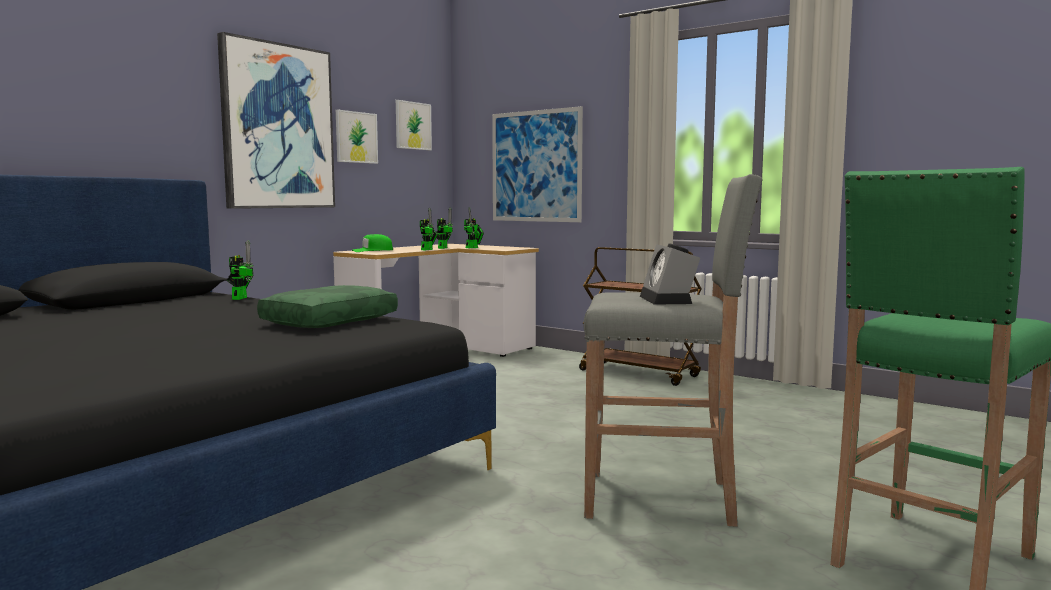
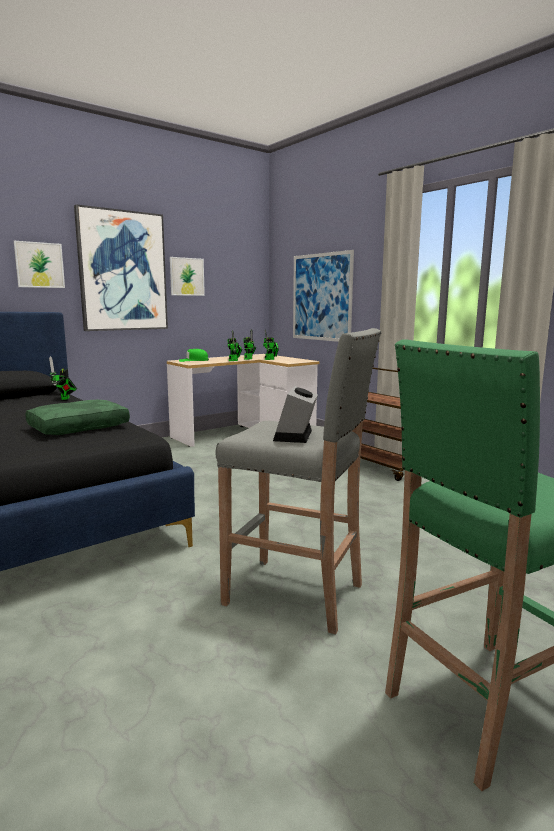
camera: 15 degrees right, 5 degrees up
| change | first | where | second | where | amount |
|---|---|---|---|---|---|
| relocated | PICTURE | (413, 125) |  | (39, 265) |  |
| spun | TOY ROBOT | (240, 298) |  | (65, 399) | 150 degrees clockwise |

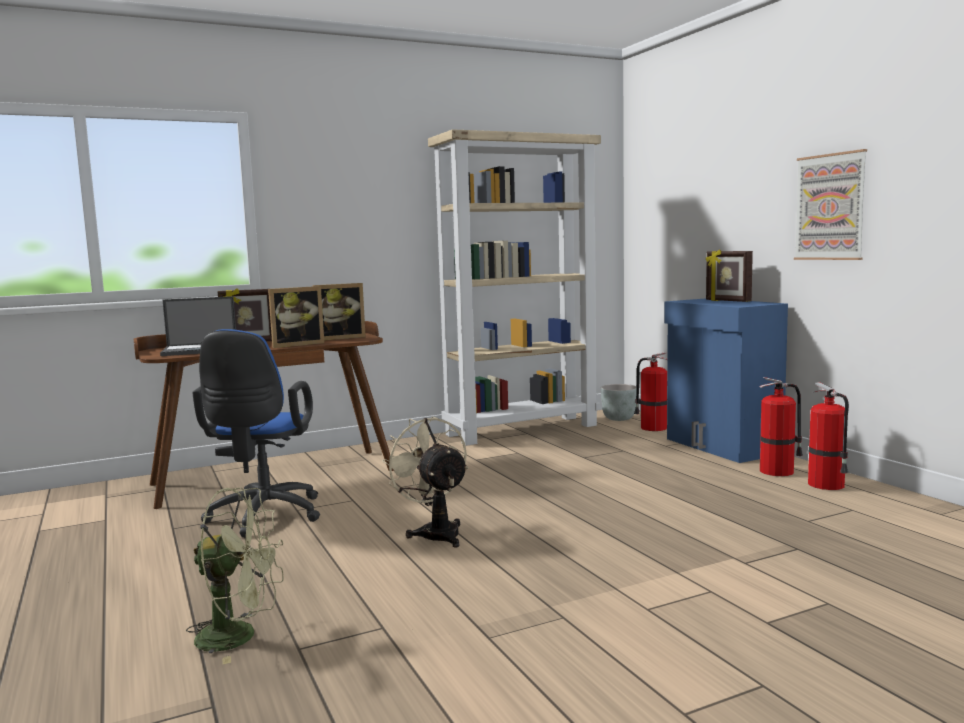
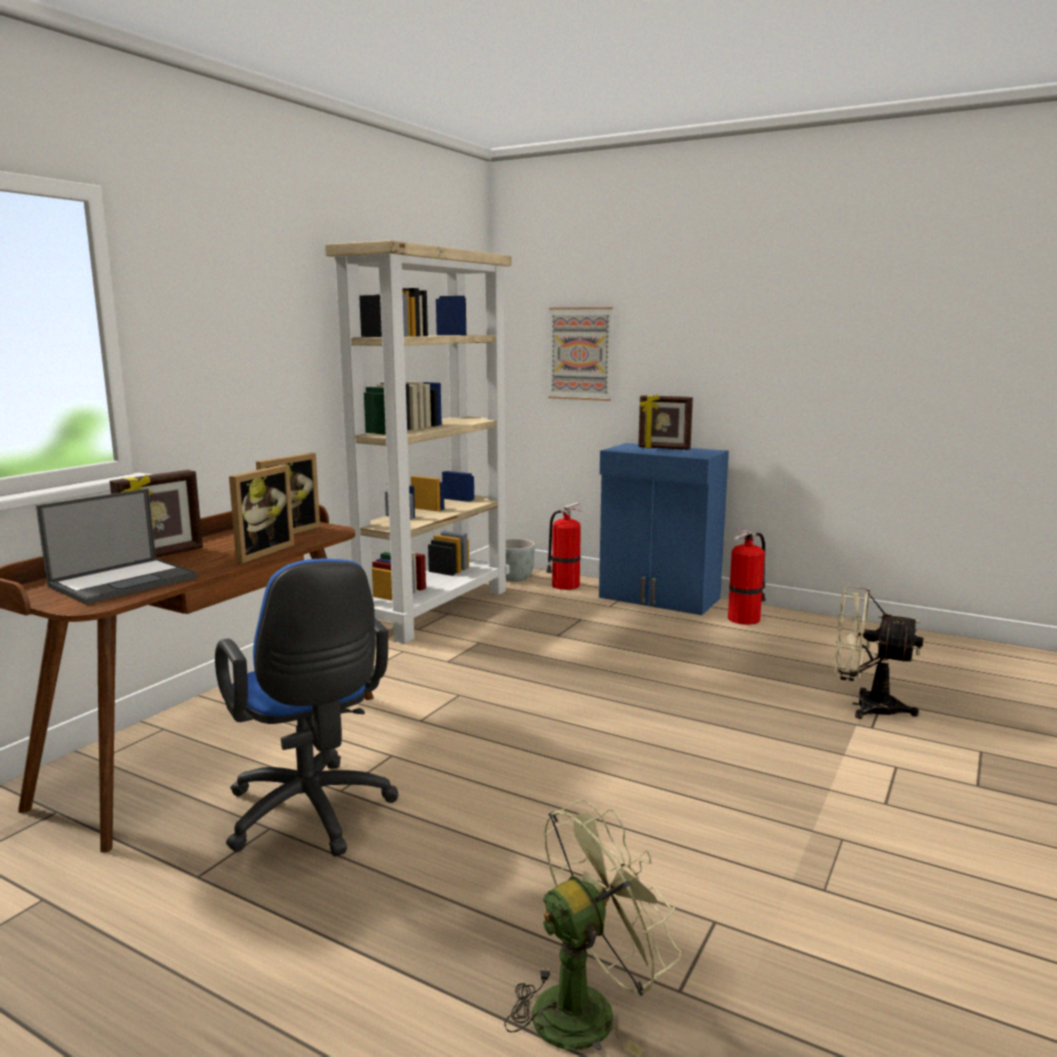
camera: 35 degrees left, 5 degrees up
| change | first | where | second | where | amount |
|---|---|---|---|---|---|
| relocated | PICTURE | (830, 207) |  | (580, 353) |  |
| missing | FIRE EXTINGUISHER | (828, 485) |  |  |  |
| relocated | BEIGE FAN | (435, 532) |  | (865, 706) |  |

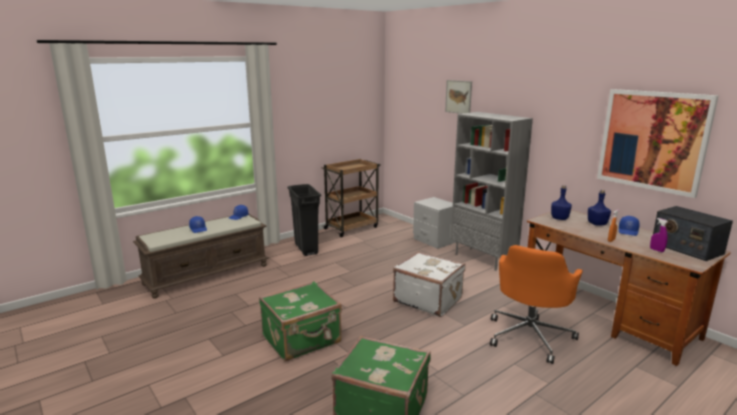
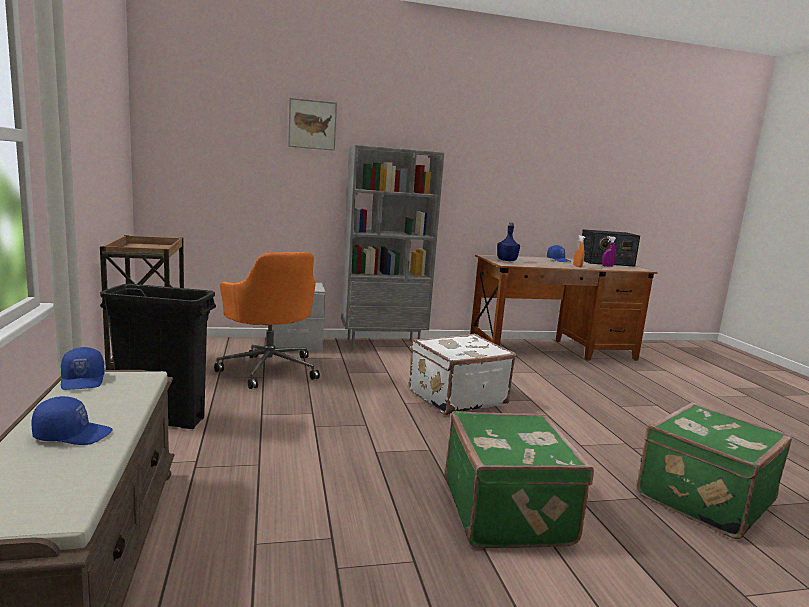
camera: 65 degrees left, 5 degrees down
| change | first | where | second | where | amount |
|---|---|---|---|---|---|
| missing | PICTURE | (652, 140) |  |  |  |
| missing | BLUE BOTTLE | (597, 224) |  |  |  |
| relocated | ORANGE OFFICE CHAIR | (530, 336) |  | (269, 369) |  |

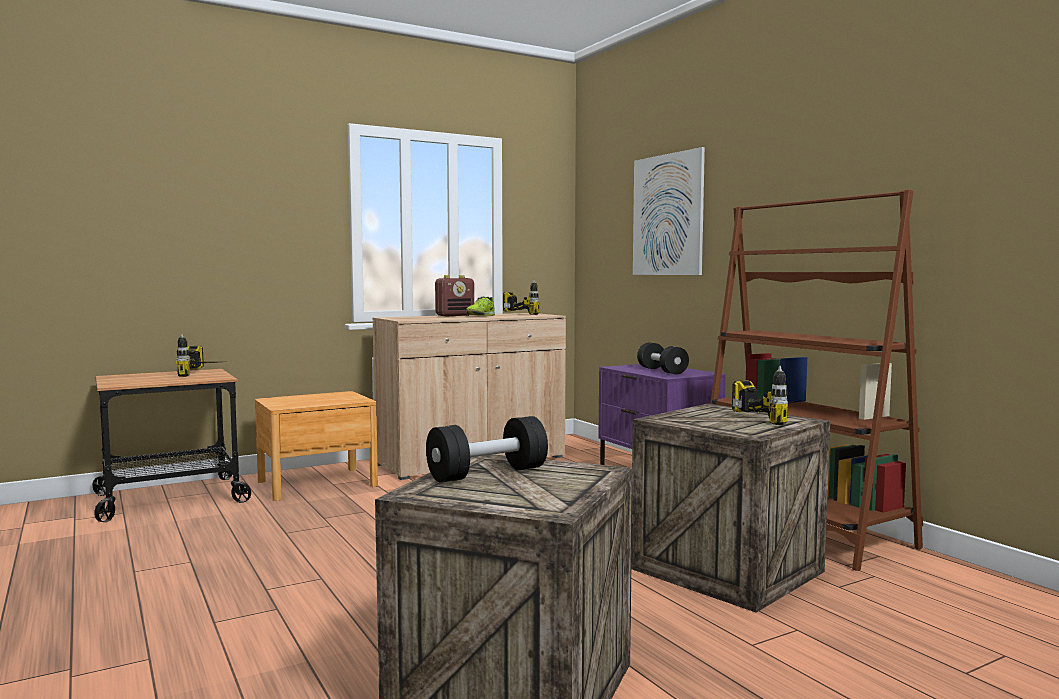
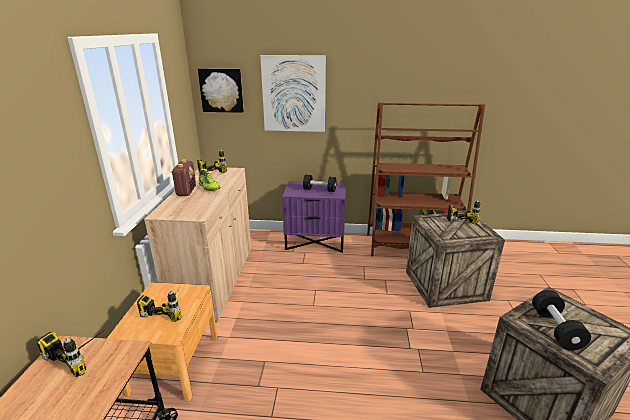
camera: 55 degrees left, 20 degrees up
| change | first | where | second | where | amount |
|---|---|---|---|---|---|
| appeared |  |  | PICTURE | (221, 90) |  |
| appeared |  |  | POWER DRILL | (169, 308) |  |

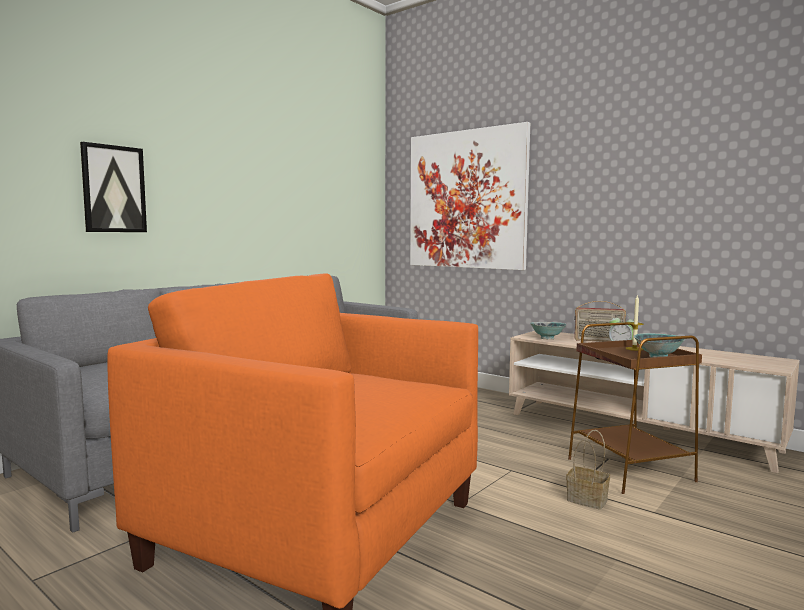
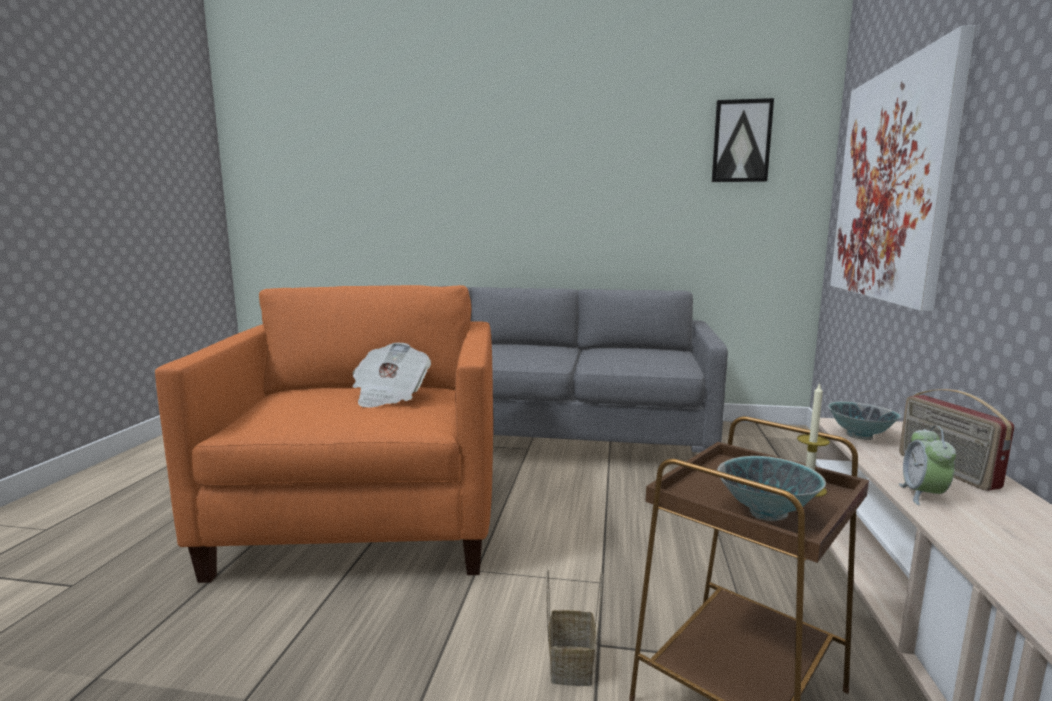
camera: 60 degrees right, 5 degrees up
| change | first | where | second | where | amount |
|---|---|---|---|---|---|
| relocated | PICTURE | (113, 189) |  | (741, 141) |  |
| appeared |  |  | NEWSPAPER | (389, 396) |  |

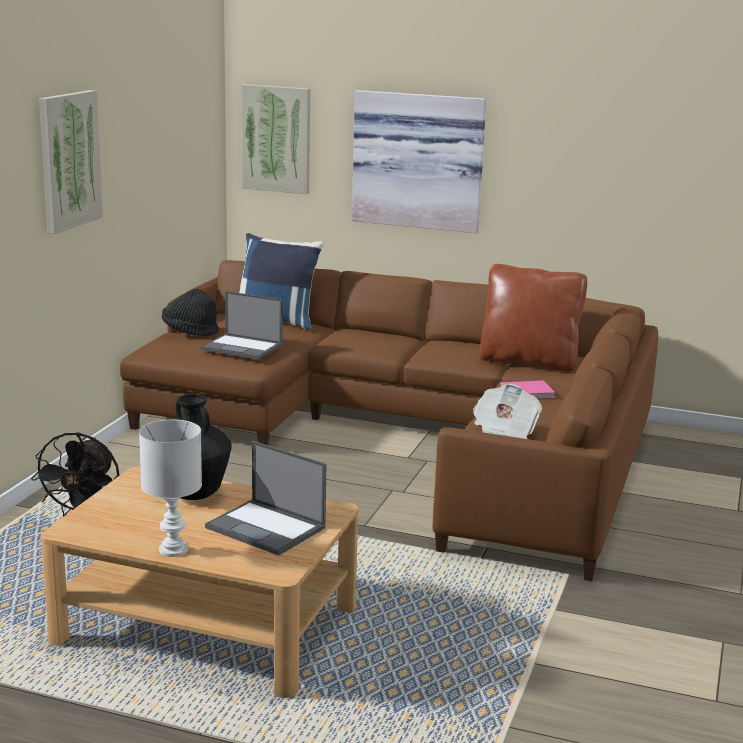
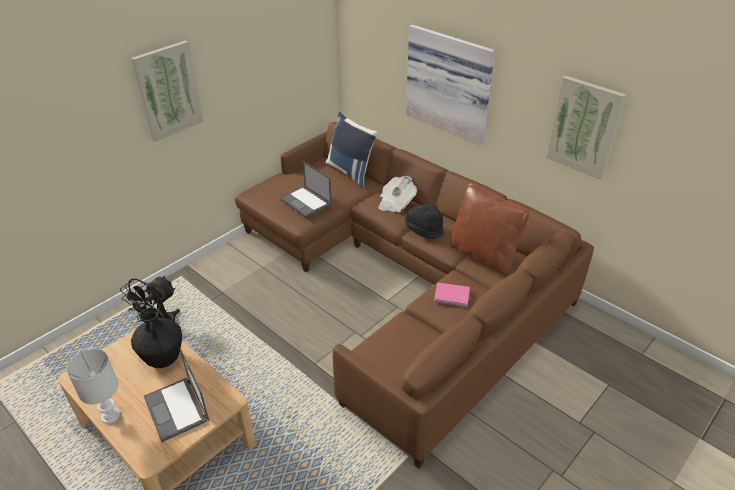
camera: 25 degrees right, 20 degrees up
| change | first | where | second | where | amount |
|---|---|---|---|---|---|
| relocated | PICTURE | (276, 139) |  | (584, 127) |  |
| relocated | BLACK HAT | (190, 331) |  | (423, 229) |  |
| relocated | NEWSPAPER | (503, 433) |  | (395, 203) |  |

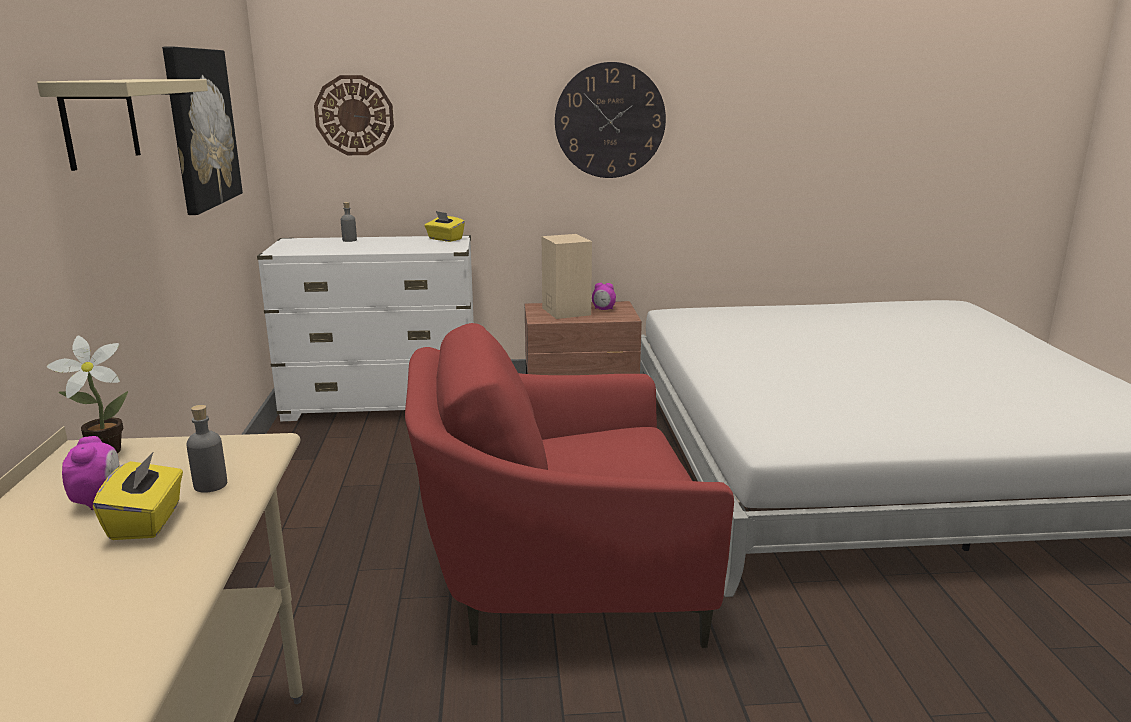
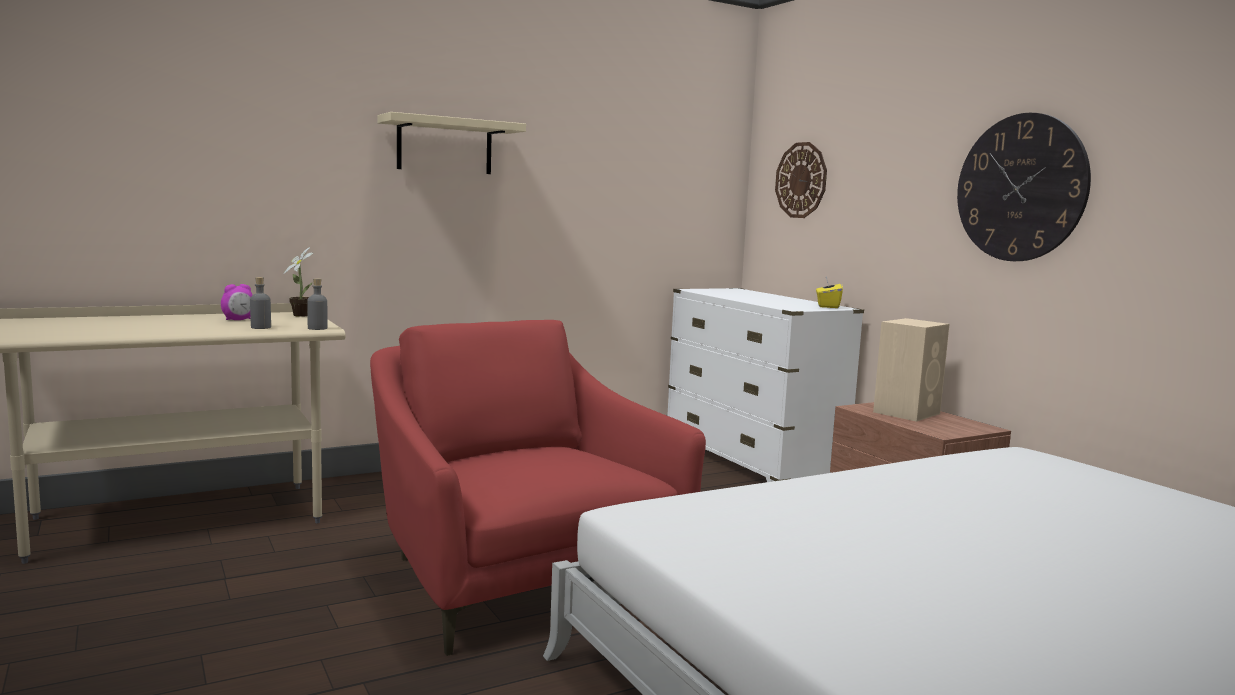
camera: 65 degrees right, 10 degrees down
| change | first | where | second | where | amount |
|---|---|---|---|---|---|
| missing | PICTURE | (201, 128) |  |  |  |
| relocated | GREY BOTTLE | (349, 240) |  | (317, 328) |  |
| missing | ALARM CLOCK | (603, 309) |  |  |  |
| missing | YELLOW TISSUE BOX | (147, 521) |  |  |  |

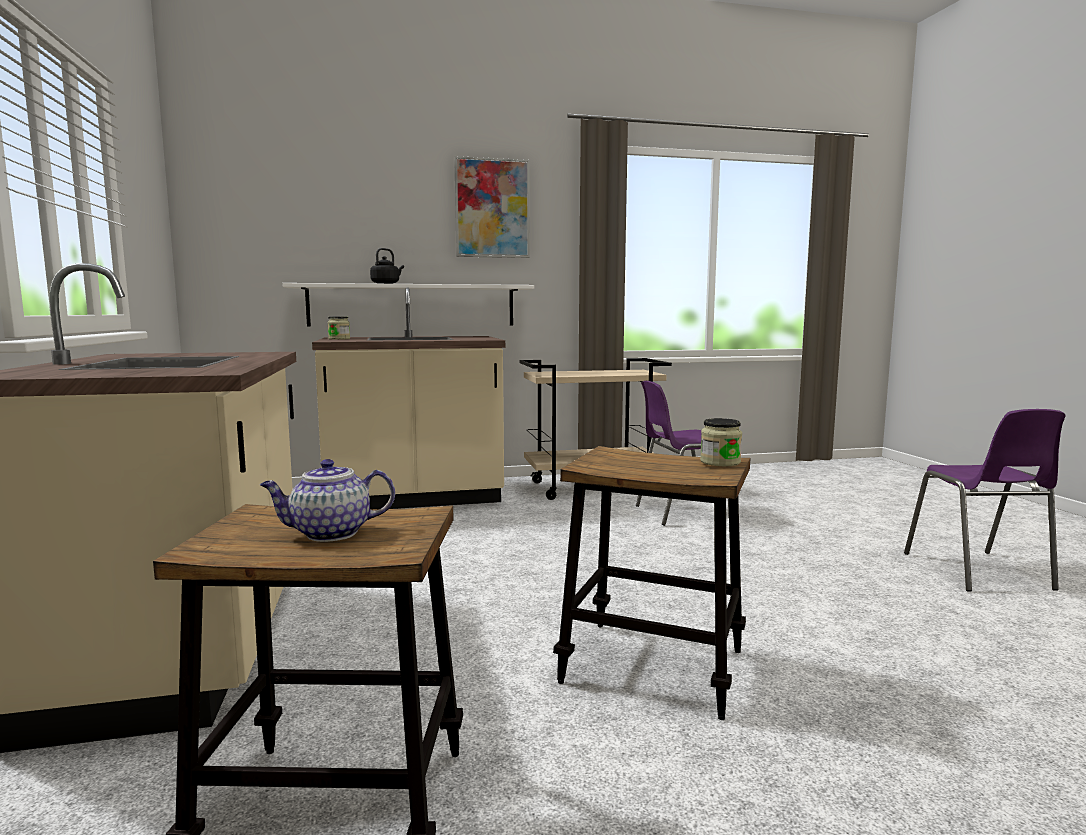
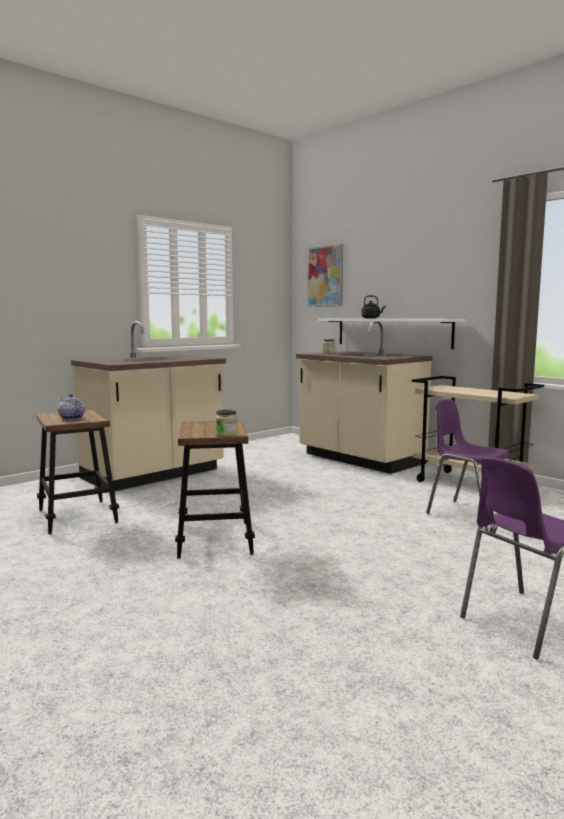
camera: 60 degrees right, 0 degrees up
| change | first | where | second | where | amount |
|---|---|---|---|---|---|
| relocated | PICTURE | (492, 208) |  | (325, 276) |  |

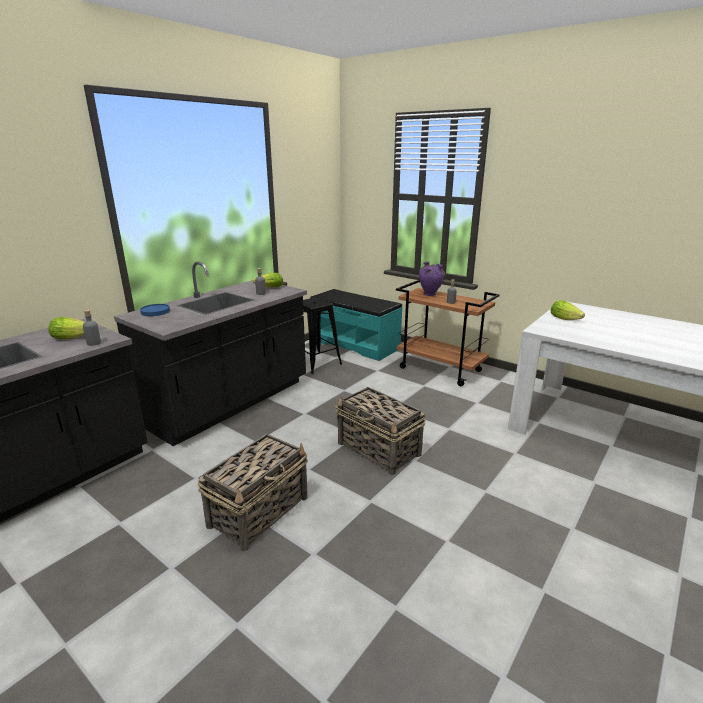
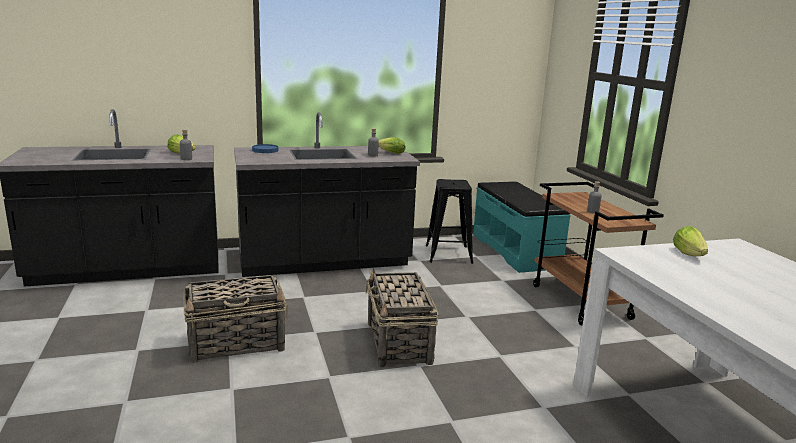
camera: 35 degrees right, 5 degrees down
| change | first | where | second | where | amount |
|---|---|---|---|---|---|
| missing | PURPLE VASE | (430, 295) |  |  |  |

